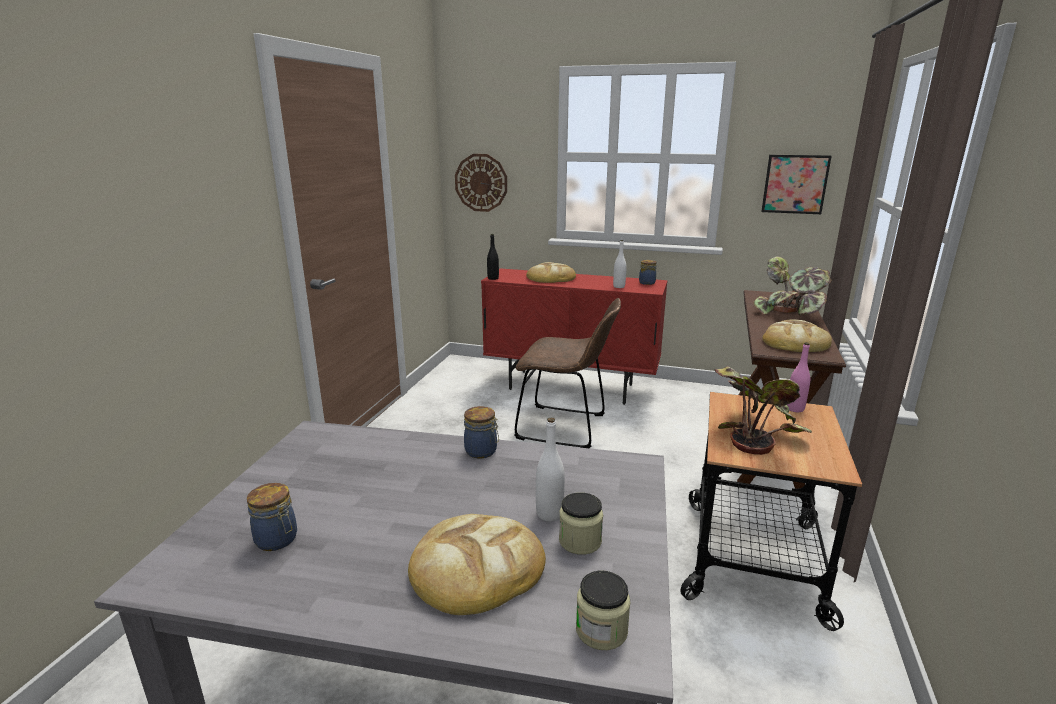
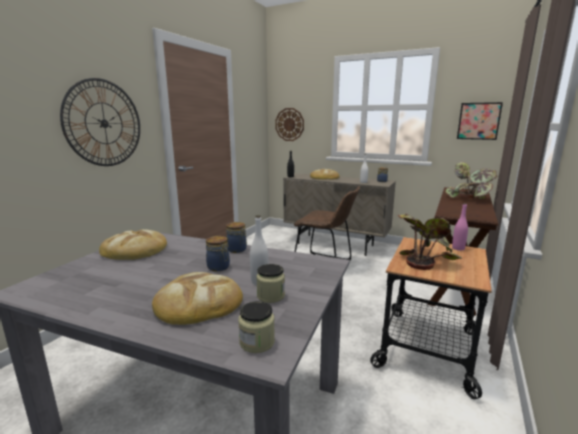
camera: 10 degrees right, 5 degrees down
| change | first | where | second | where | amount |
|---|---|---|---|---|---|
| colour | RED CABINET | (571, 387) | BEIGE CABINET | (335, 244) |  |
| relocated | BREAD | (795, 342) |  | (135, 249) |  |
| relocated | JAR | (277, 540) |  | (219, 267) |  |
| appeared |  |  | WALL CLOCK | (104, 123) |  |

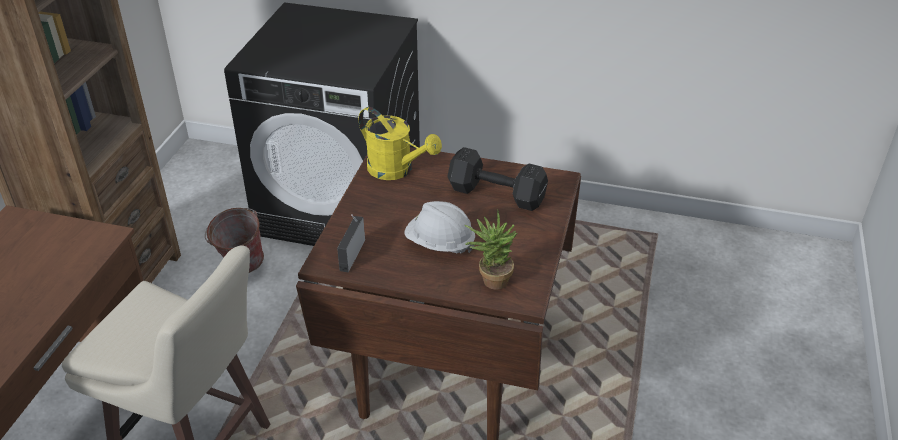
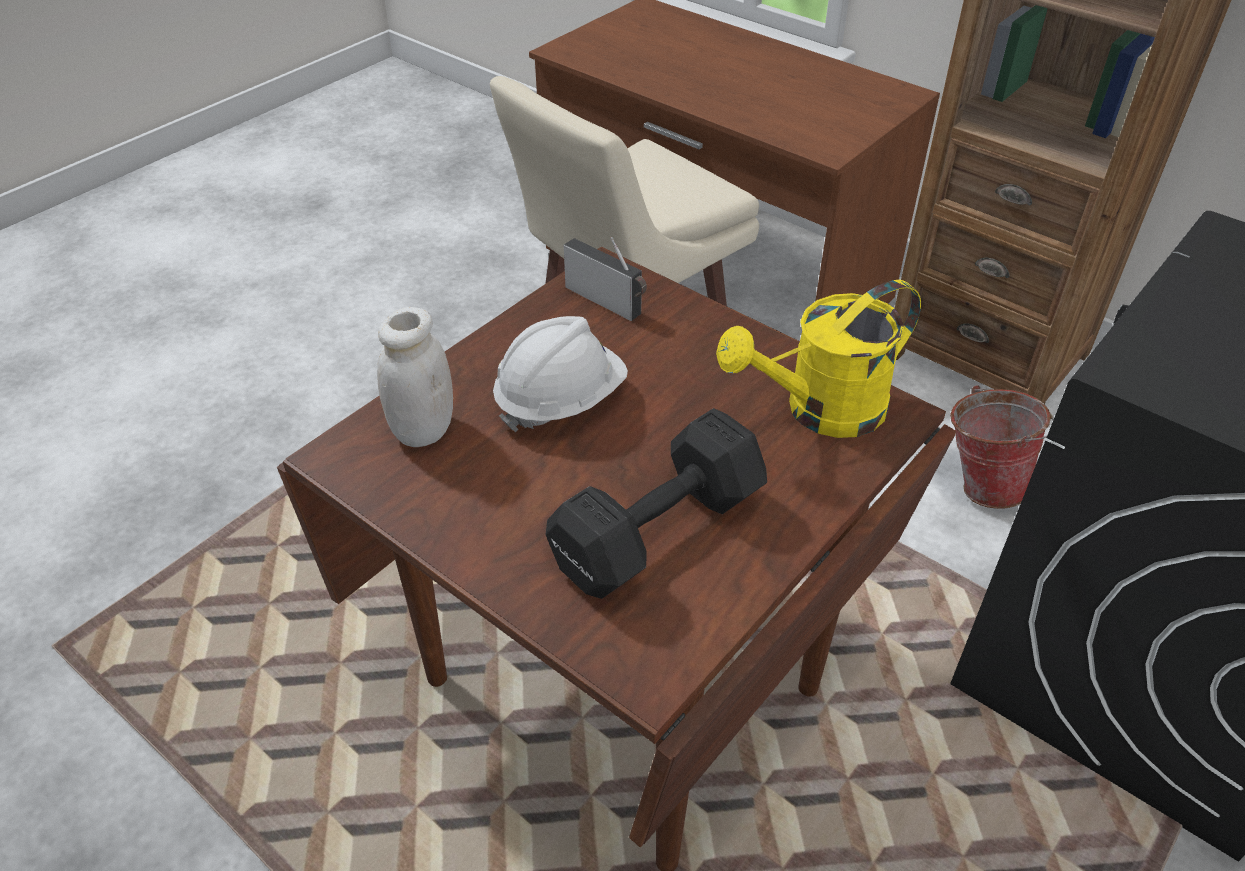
camera: 115 degrees right, 5 degrees up
| change | first | where | second | where | amount |
|---|---|---|---|---|---|
| exchanged | POTTED PLANT | (490, 279) | WHITE JAR | (423, 430) |  |

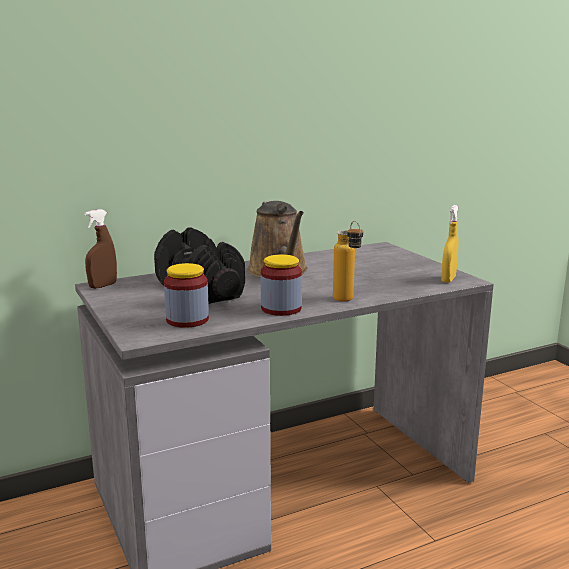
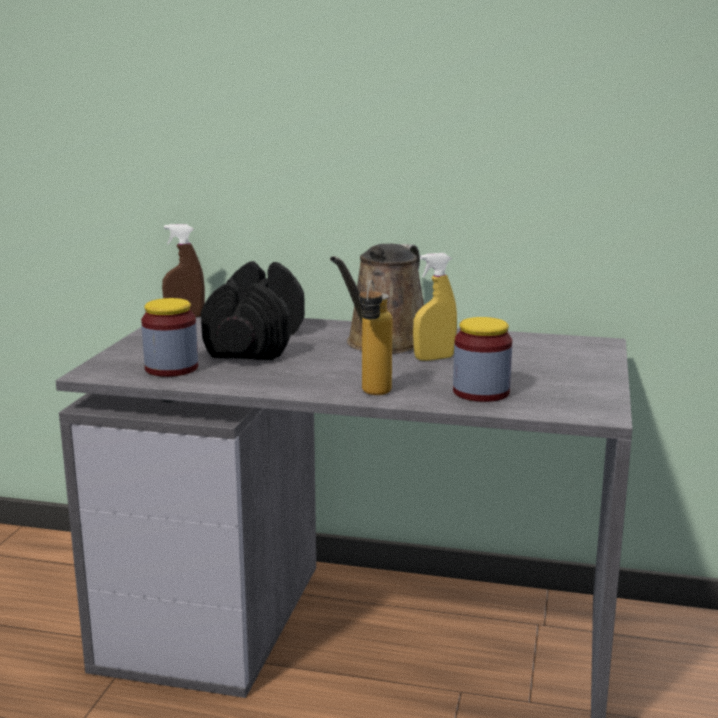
camera: 40 degrees right, 0 degrees up
| change | first | where | second | where | amount |
|---|---|---|---|---|---|
| relocated | YELLOW SPRAY BOTTLE | (448, 279) |  | (434, 358) |  |
| relocated | JAR | (281, 308) |  | (481, 392) |  |

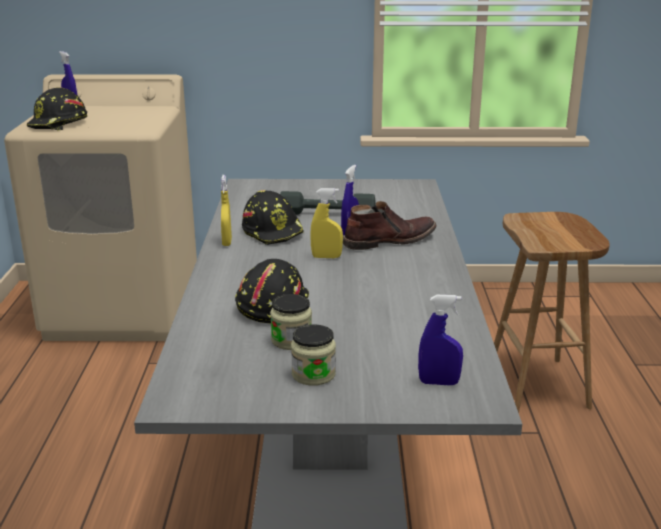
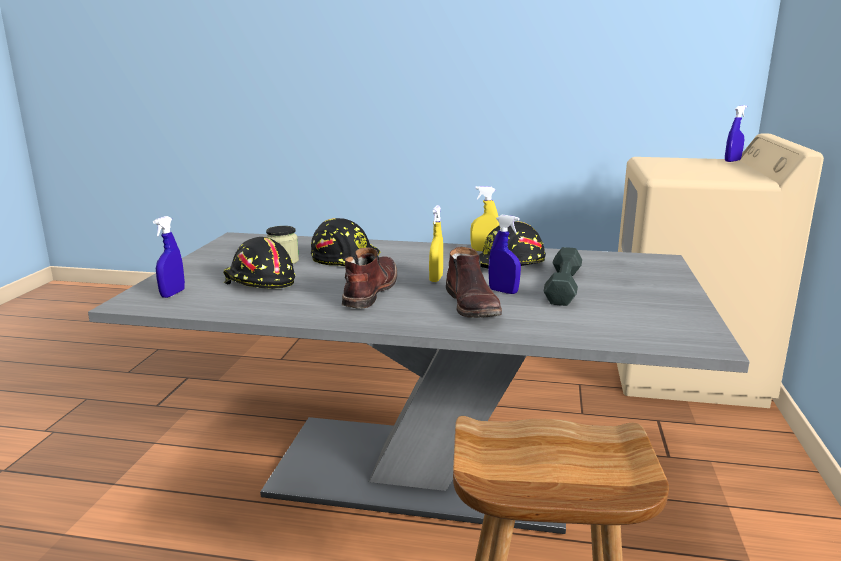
camera: 100 degrees right, 5 degrees down
| change | first | where | second | where | amount |
|---|---|---|---|---|---|
| relocated | BLACK HARD HAT | (59, 124) |  | (258, 281) |  |
| missing | JAR | (313, 374) |  |  |  |
| appeared |  |  | BROWN BOOT | (369, 291) |  |

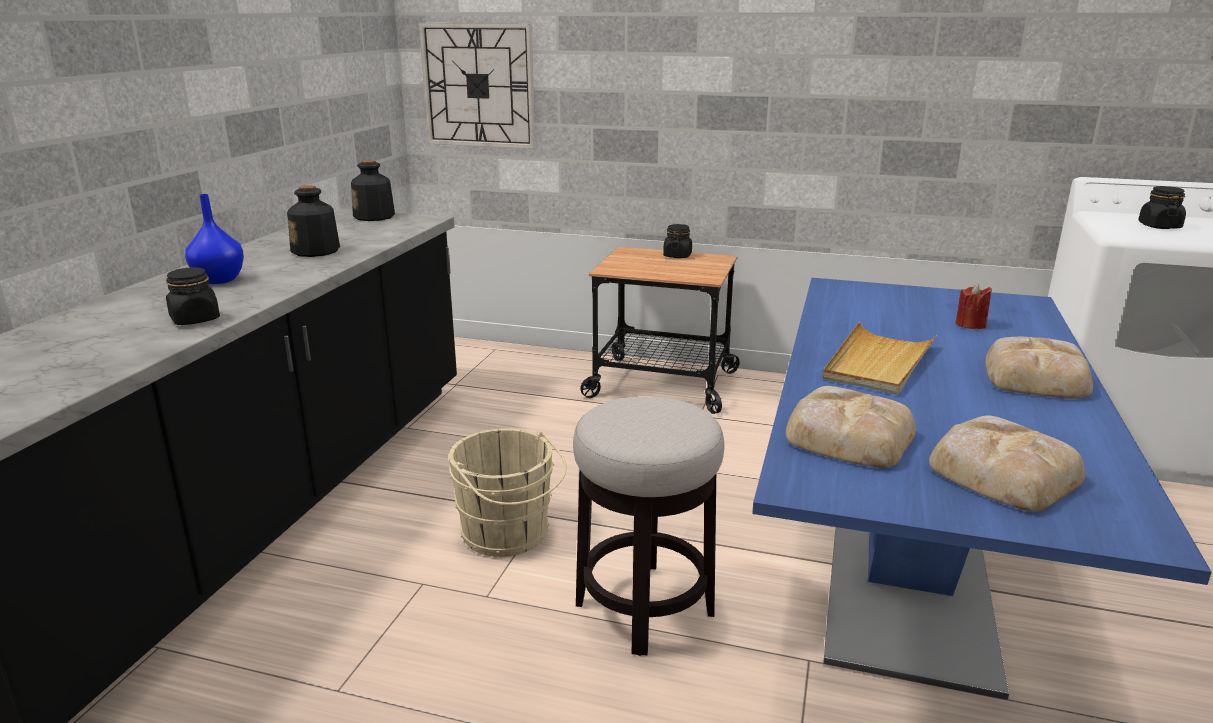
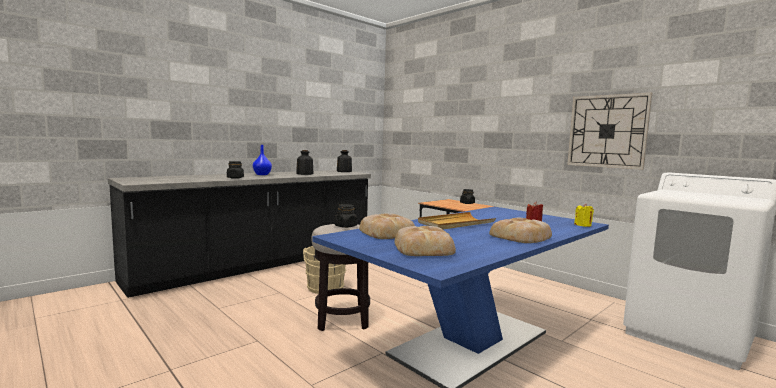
camera: 30 degrees right, 15 degrees down
| change | first | where | second | where | amount |
|---|---|---|---|---|---|
| relocated | WALL CLOCK | (478, 85) |  | (607, 131) |  |
| relocated | BLACK JAR | (1159, 226) |  | (345, 226) |  |
| appeared |  |  | YELLOW CANDLE | (583, 225) |  |

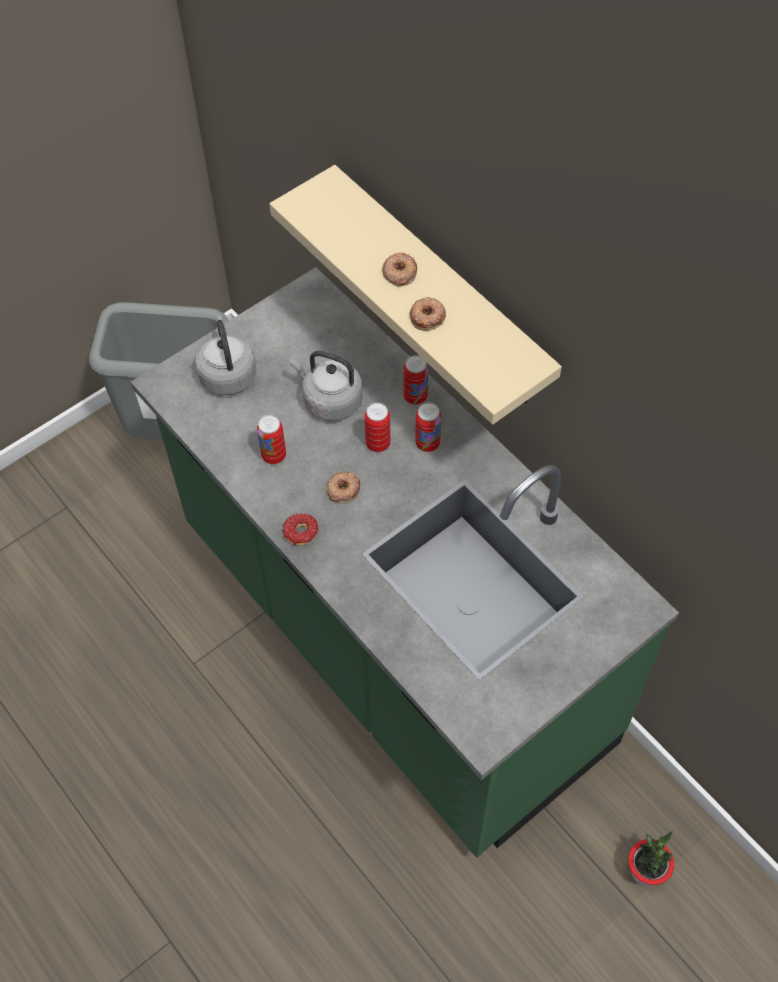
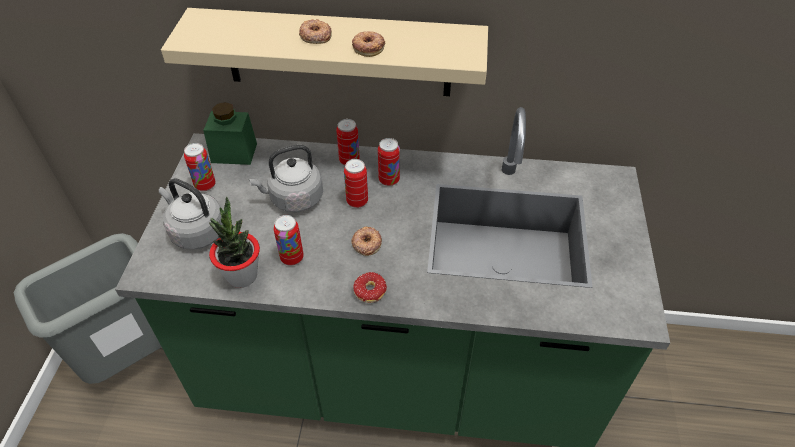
camera: 45 degrees left, 10 degrees down
| change | first | where | second | where | amount |
|---|---|---|---|---|---|
| relocated | POTTED PLANT | (645, 871) |  | (242, 275) |  |
| appeared |  |  | GREEN JAR | (234, 153) |  |
| appeared |  |  | CAN | (205, 185) |  |

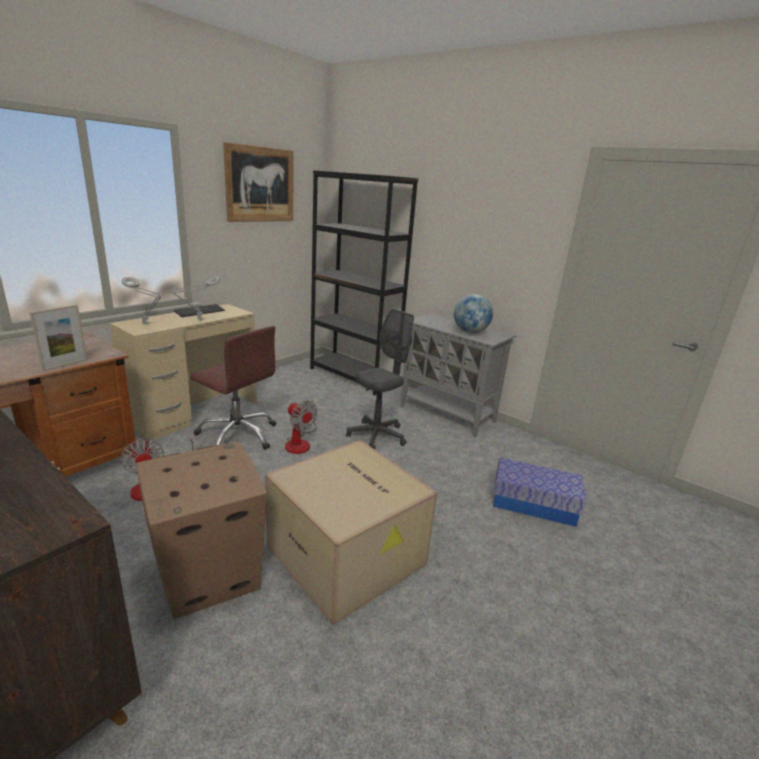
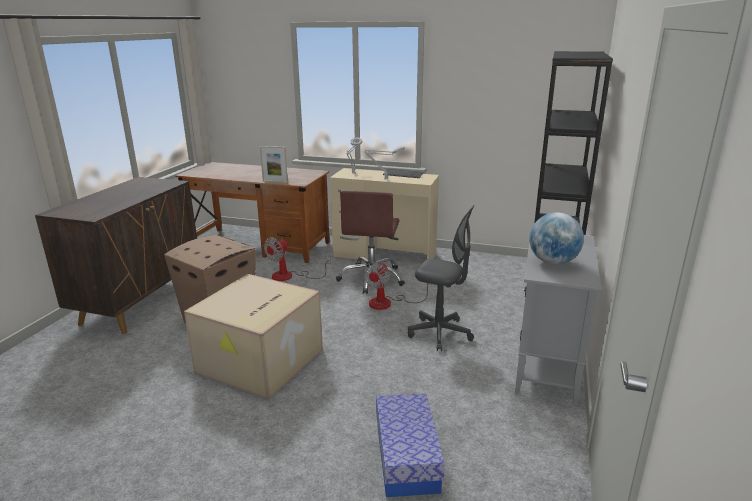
camera: 70 degrees right, 0 degrees up
| change | first | where | second | where | amount |
|---|---|---|---|---|---|
| missing | PICTURE | (260, 185) |  |  |  |

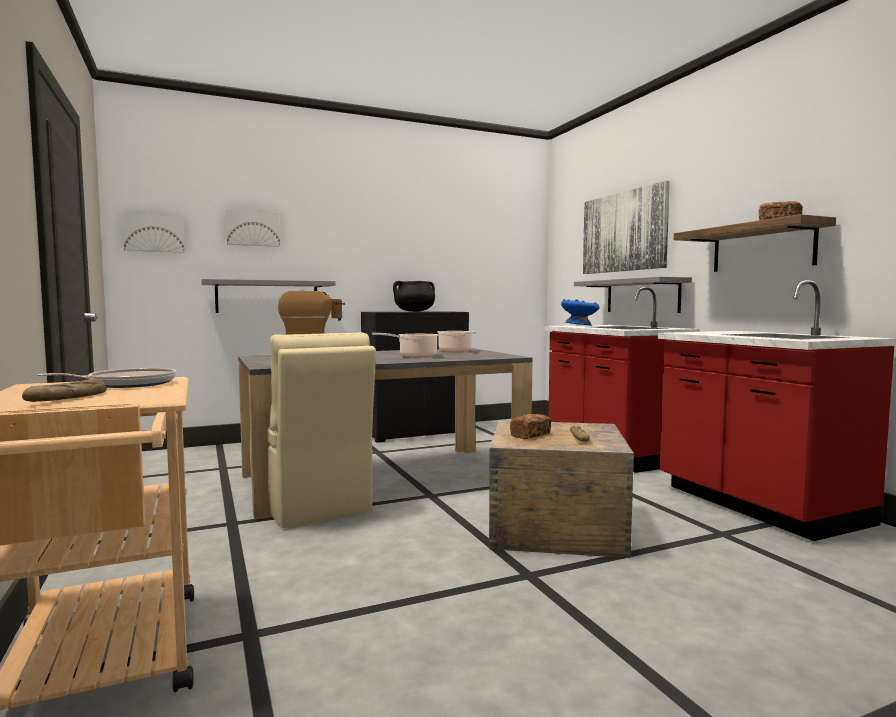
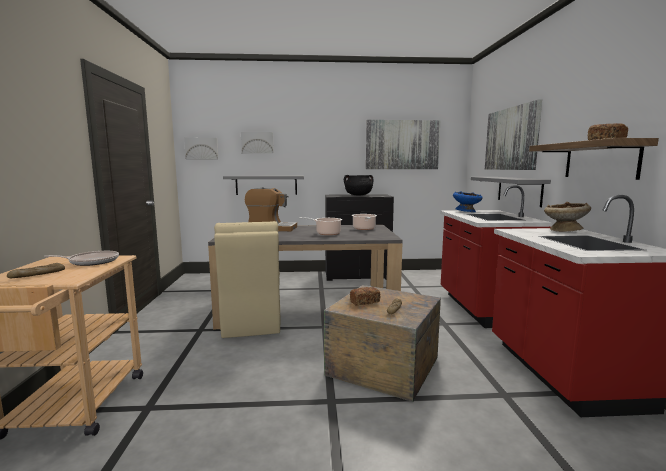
camera: 20 degrees right, 5 degrees up
| change | first | where | second | where | amount |
|---|---|---|---|---|---|
| appeared |  |  | PICTURE | (402, 145) |  |
| appeared |  |  | BEIGE BOWL | (564, 230) |  |

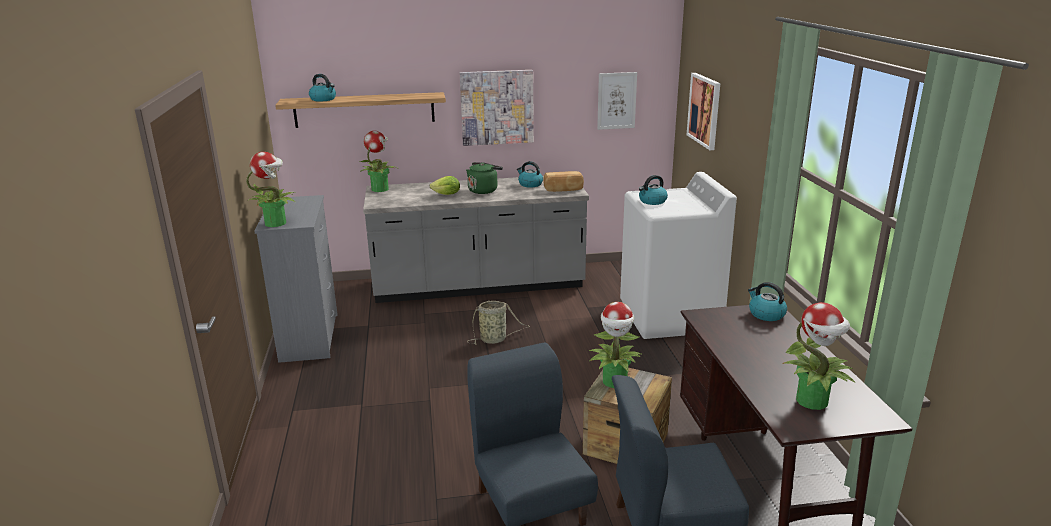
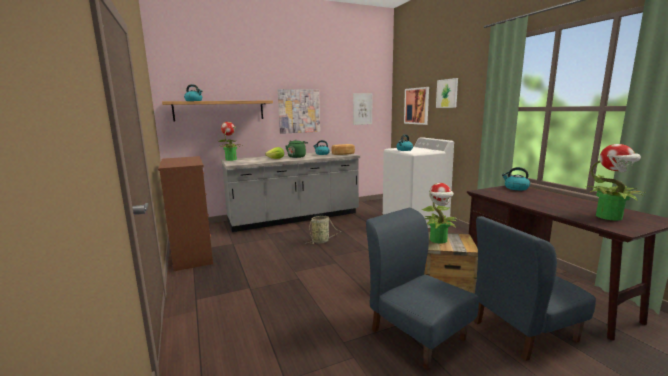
camera: 15 degrees left, 10 degrees down
| change | first | where | second | where | amount |
|---|---|---|---|---|---|
| missing | POTTED PLANT | (276, 223) |  |  |  |
| colour | GREY DRESSER | (310, 336) | BROWN DRESSER | (193, 254) |  |
| appeared |  |  | PICTURE | (447, 93) |  |

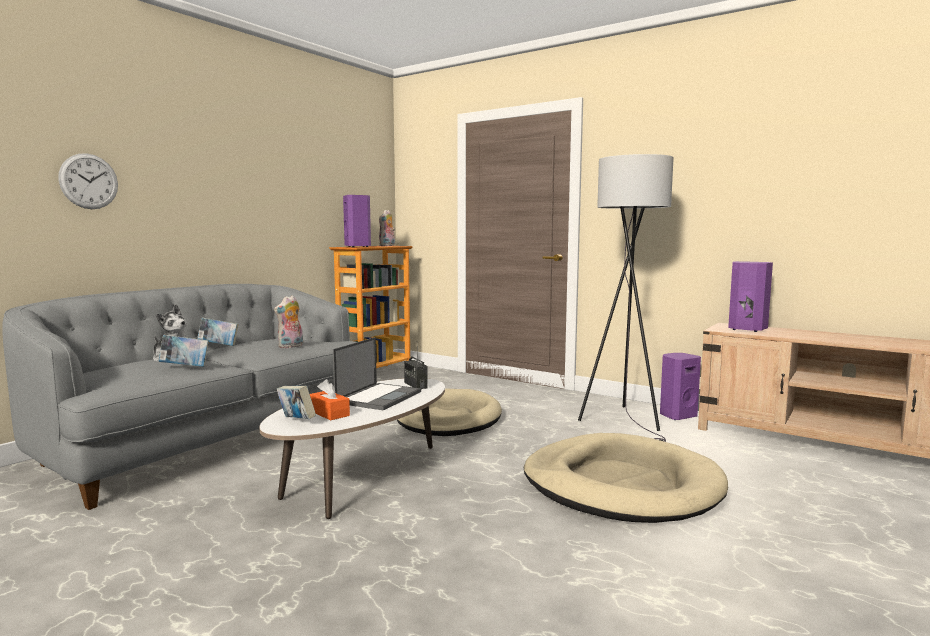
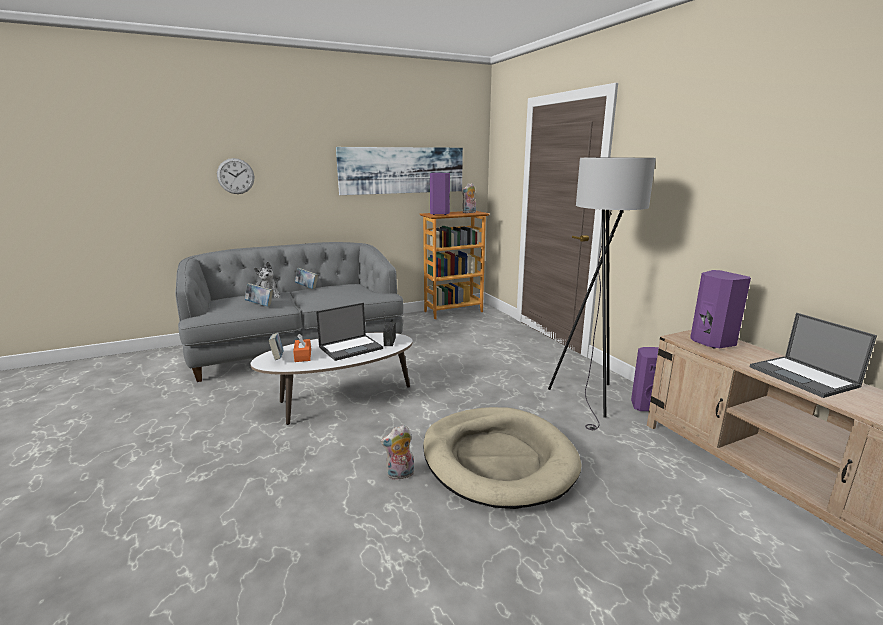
camera: 30 degrees right, 10 degrees up
| change | first | where | second | where | amount |
|---|---|---|---|---|---|
| relocated | PLUSH TOY | (291, 346) |  | (400, 475) |  |
| missing | BEIGE DOG BED | (448, 418) |  |  |  |
| appeared |  |  | PICTURE | (402, 170) |  |
| appeared |  |  | LAPTOP | (804, 377) |  |

